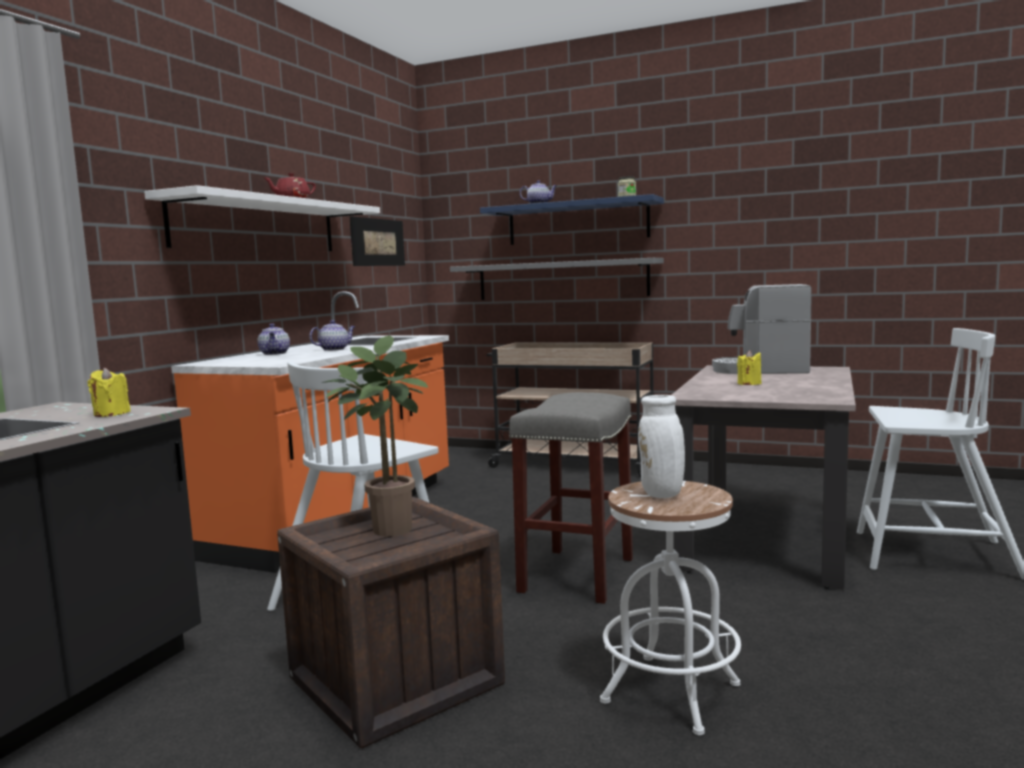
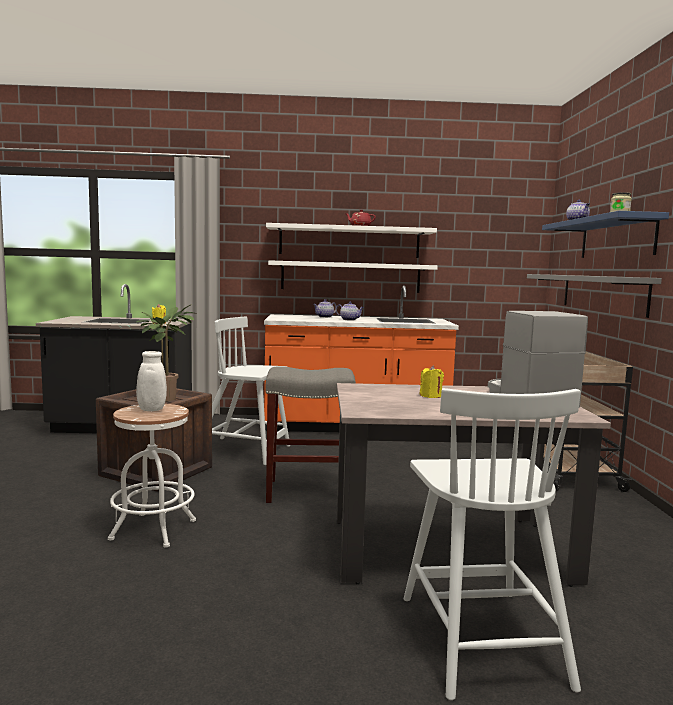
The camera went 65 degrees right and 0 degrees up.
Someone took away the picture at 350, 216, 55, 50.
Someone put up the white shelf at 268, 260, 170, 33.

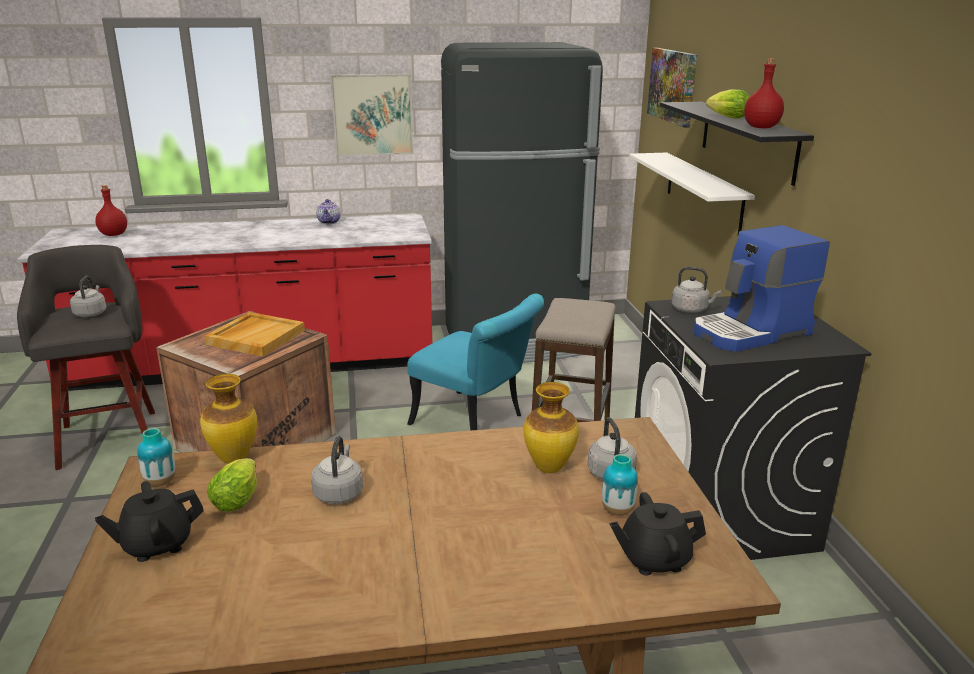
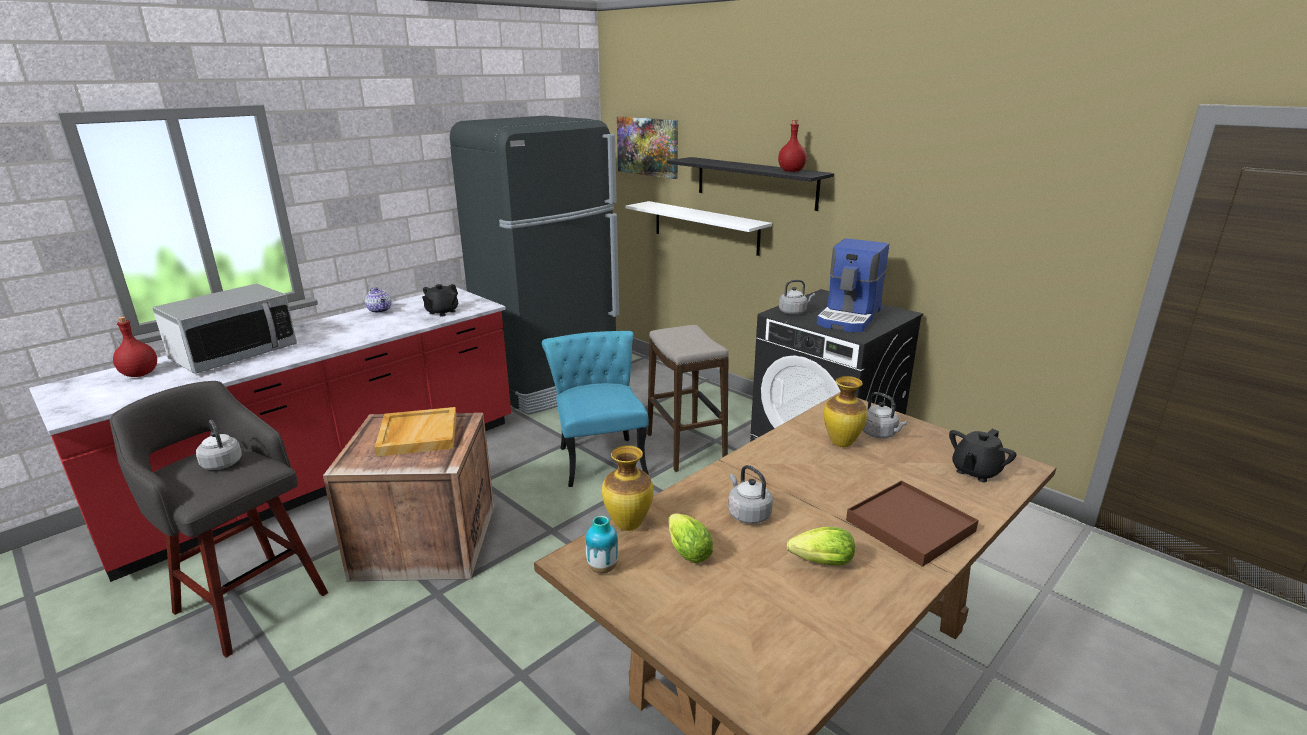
The camera went 35 degrees left and 0 degrees up.
Someone took away the picture at 330, 74, 84, 82.
Someone carried the lettuce from 706, 89, 44, 30 to 787, 527, 68, 39.
Someone rotated the turquoise chair at 407, 294, 137, 137 by 105 degrees counterclockwise.
Someone took away the vase at 602, 454, 36, 62.
Someone carried the black teapot from 95, 481, 109, 81 to 422, 284, 36, 32.
Someone put down the microwave at 152, 283, 145, 91.
Someone put down the brown tray at 846, 480, 133, 87.

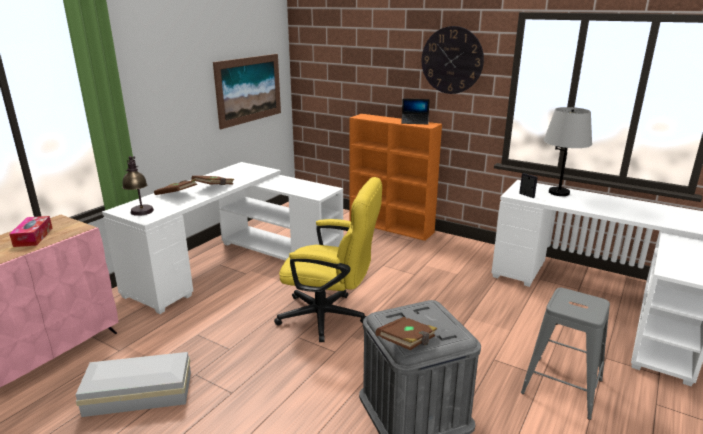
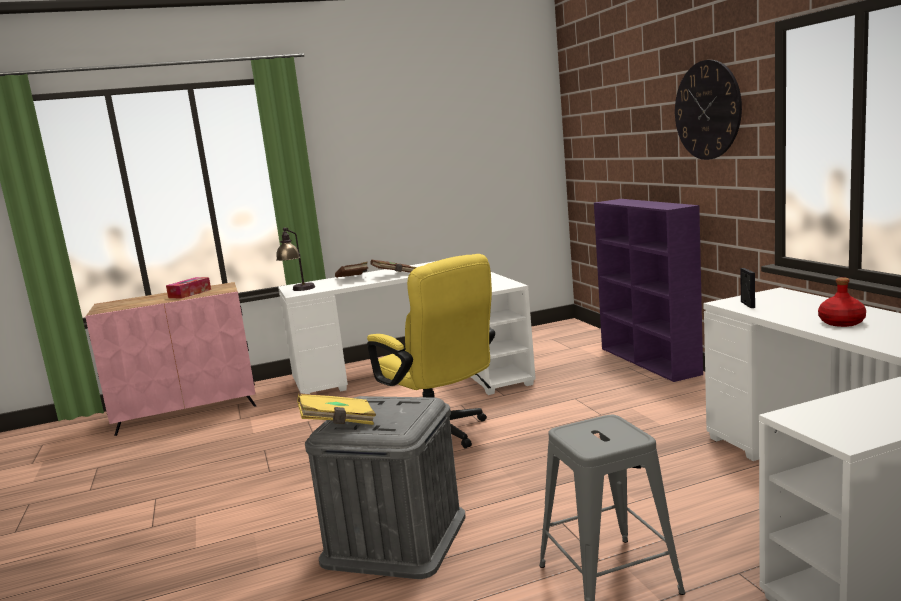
The camera went 40 degrees right and 10 degrees down.
Someone took away the picture at 213, 54, 68, 75.
Someone took away the laptop at 401, 99, 29, 25.
Someone took away the grey table lamp at 544, 107, 48, 89.
Someone repainted the orange bookcase at 349, 114, 93, 127, which became the purple bookcase at 594, 199, 109, 183.
Someone repainted the brown book at 375, 317, 62, 33, which became the yellow book at 297, 393, 79, 32.
Someone took away the white storage box at 76, 352, 115, 65.
Someone put down the red bottle at 818, 277, 48, 50.

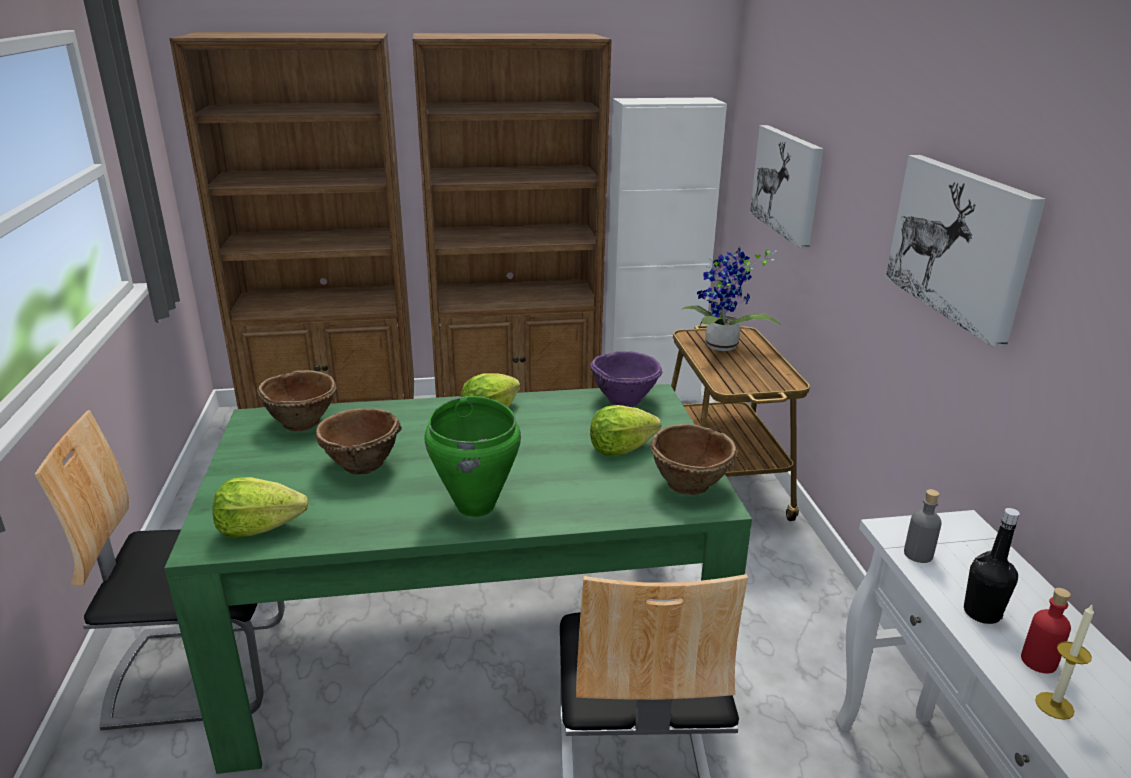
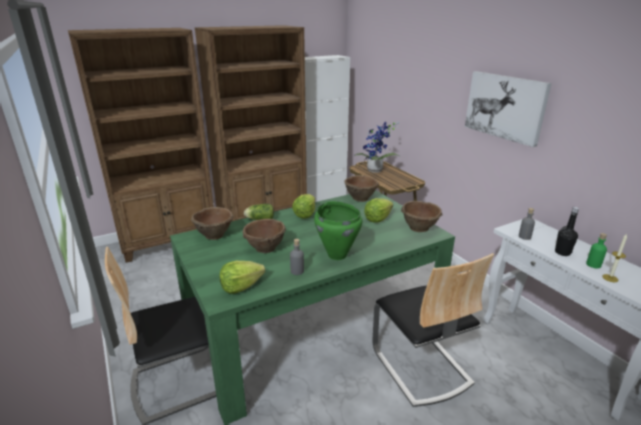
The camera went 20 degrees left and 0 degrees up.
Someone took away the picture at 750, 125, 74, 124.
Someone repainted the purple bowl at 590, 351, 72, 56, which became the brown bowl at 344, 175, 35, 27.
Someone repainted the red bottle at 1021, 588, 50, 85, which became the green bottle at 586, 233, 21, 35.
Someone put down the lettuce at 244, 204, 30, 16.
Someone put down the grey bottle at 290, 239, 14, 36.

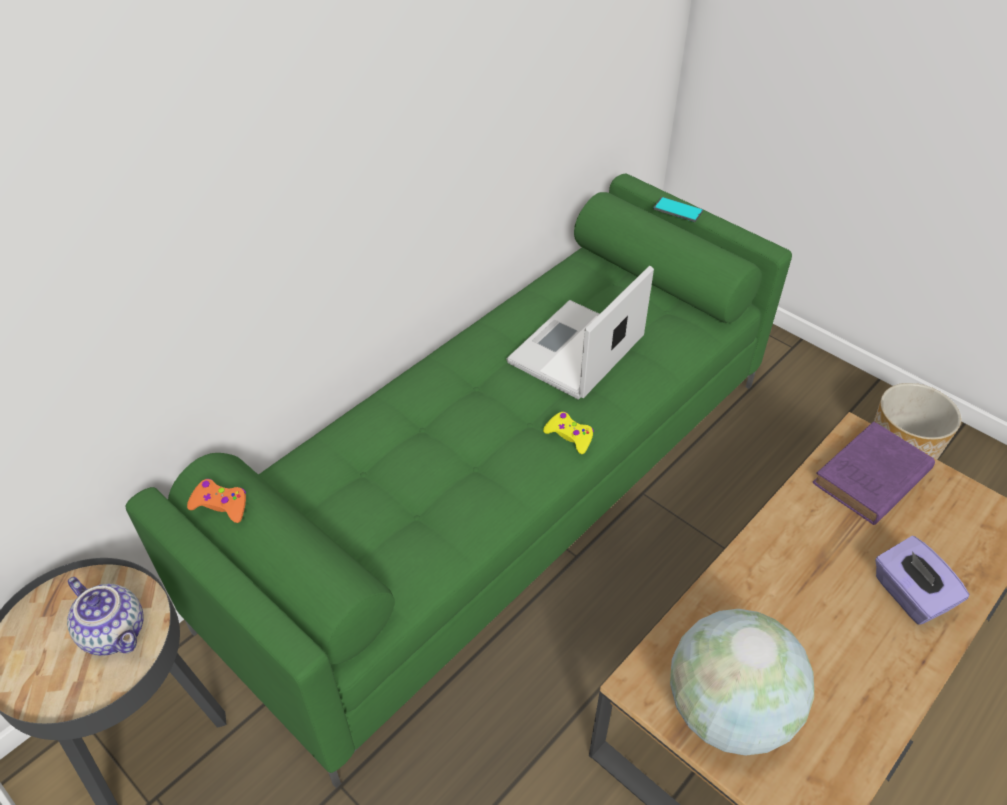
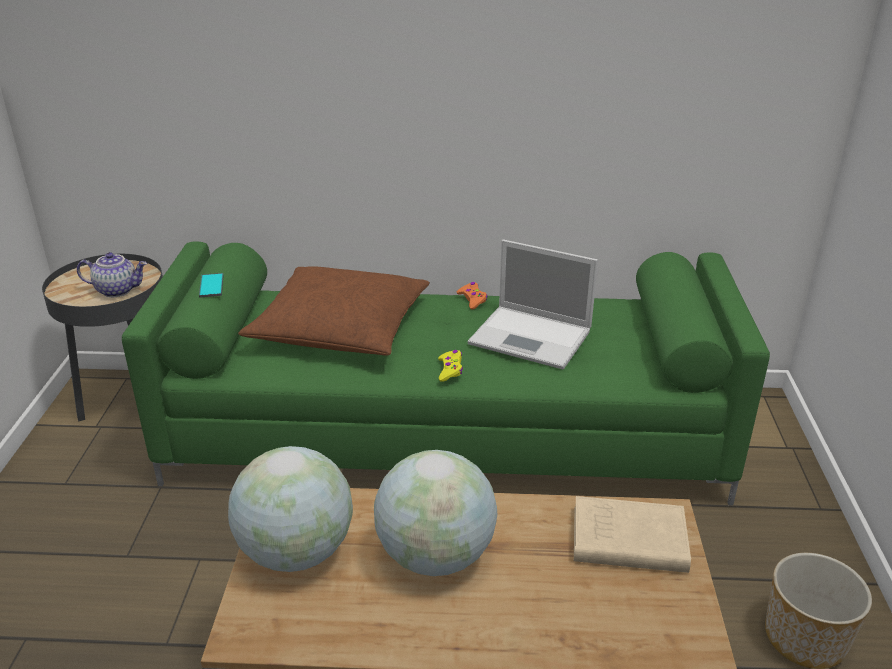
The camera went 50 degrees right and 15 degrees down.
Someone carried the phone from 653, 197, 50, 25 to 199, 273, 25, 25.
Someone rotated the laptop at 507, 266, 147, 134 by 150 degrees counterclockwise.
Someone repainted the purple book at 812, 422, 123, 103, which became the beige book at 574, 496, 117, 77.
Someone carried the orange game controller from 187, 479, 59, 44 to 457, 282, 30, 27.
Someone took away the purple tissue box at 875, 536, 94, 89.
Someone rotated the teapot at 67, 577, 76, 79 by 90 degrees counterclockwise.
Someone put down the brown pillow at 238, 266, 192, 89.
Someone put down the globe at 374, 450, 123, 126.

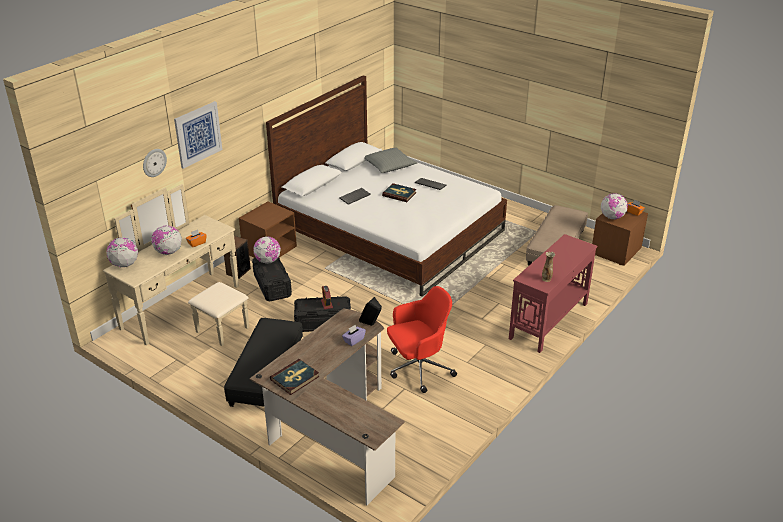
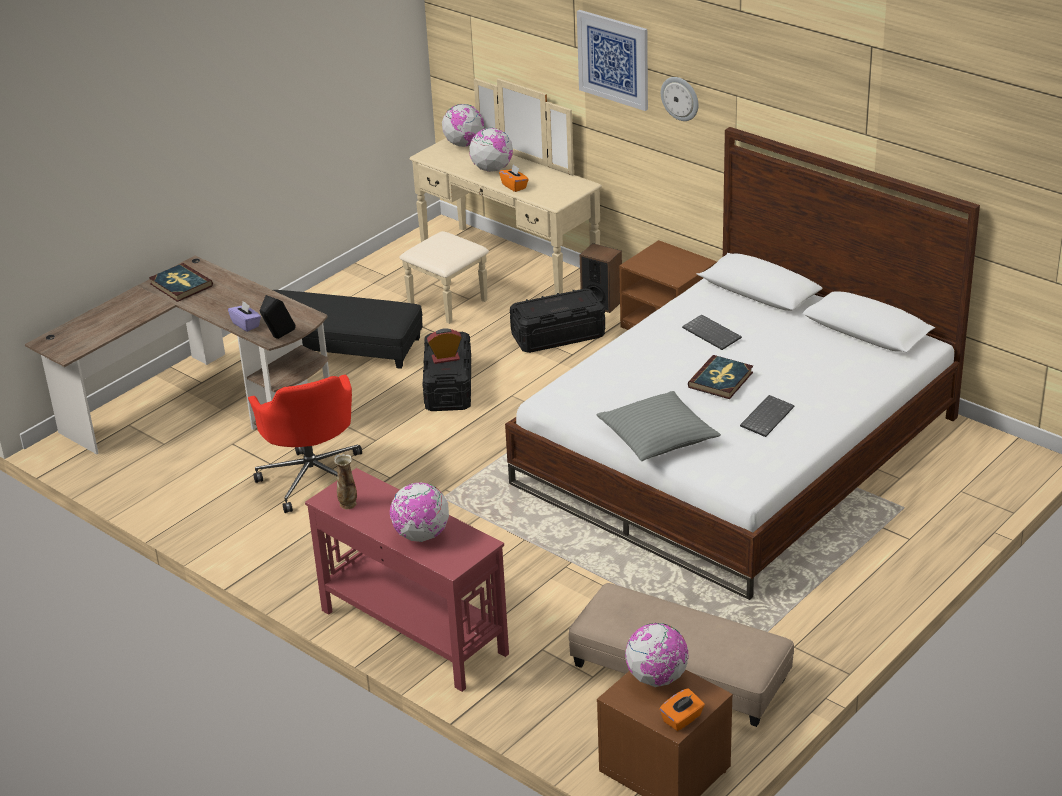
The camera went 95 degrees right and 0 degrees up.
Someone carried the grey pillow from 365, 147, 52, 26 to 597, 391, 124, 70.
Someone carried the wall clock from 143, 149, 24, 28 to 661, 77, 37, 44.
Someone carried the globe from 253, 237, 28, 27 to 390, 483, 59, 59.

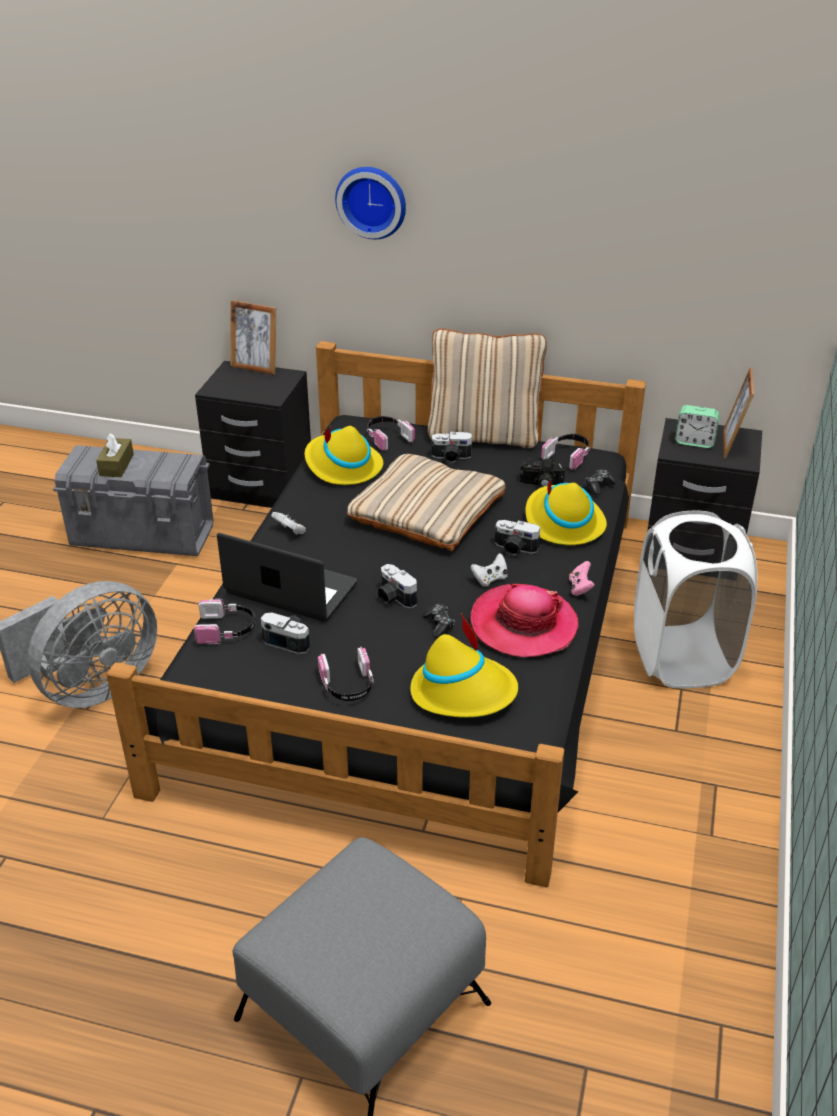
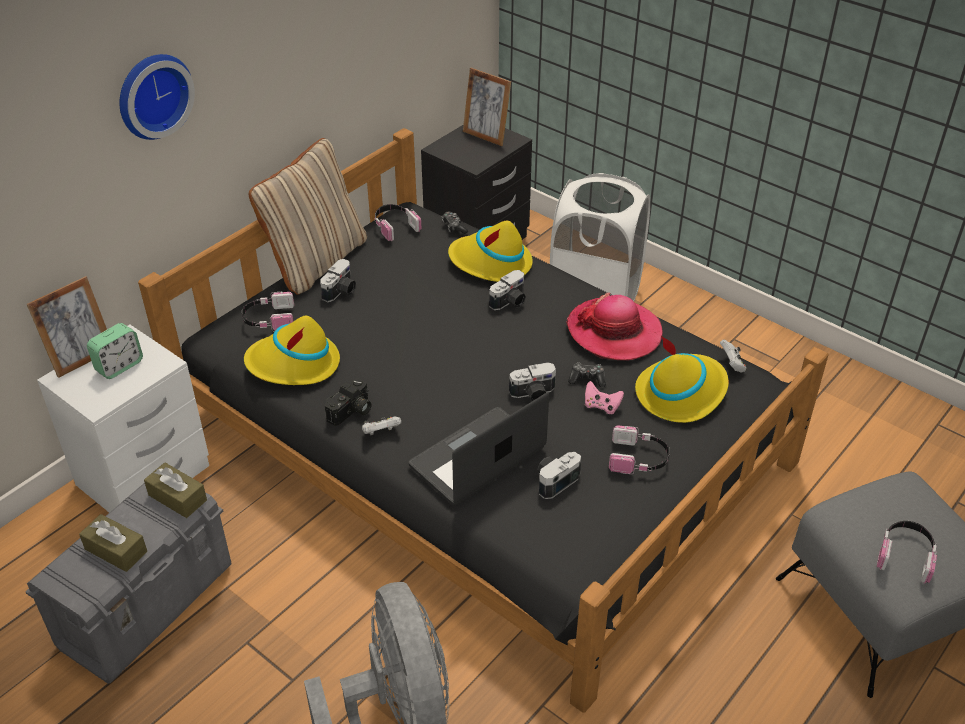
The camera went 65 degrees left and 5 degrees up.
Someone repainted the black nightstand at 195, 361, 116, 147, which became the white nightstand at 37, 324, 172, 189.
Someone carried the alarm clock from 675, 405, 45, 43 to 87, 323, 56, 56.
Someone took away the beige pillow at 347, 454, 159, 97.
Someone carried the photo camera from 520, 458, 45, 30 to 325, 379, 47, 47.
Someone carried the white game controller from 471, 553, 37, 34 to 720, 340, 26, 33.
Someone carried the pink game controller from 569, 561, 26, 35 to 585, 381, 39, 33.
Someone carried the headphones from 194, 599, 61, 45 to 877, 521, 60, 63.
Someone put down the brown tissue box at 144, 463, 63, 55.

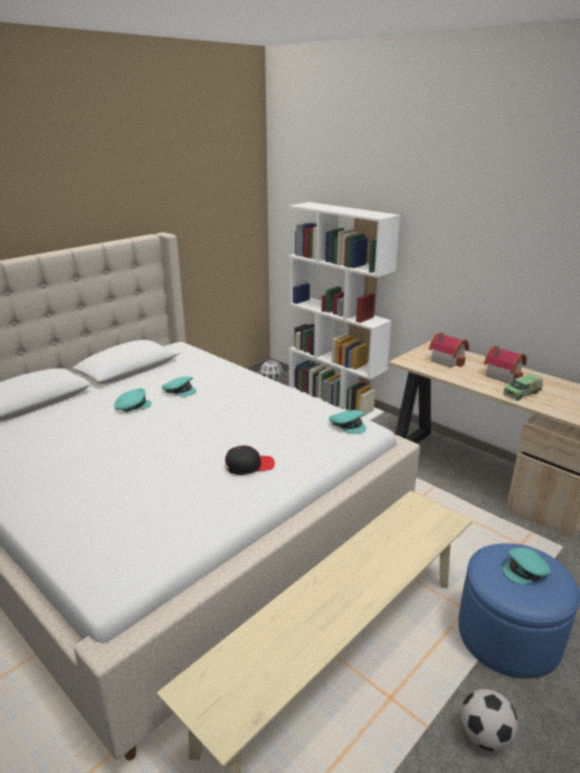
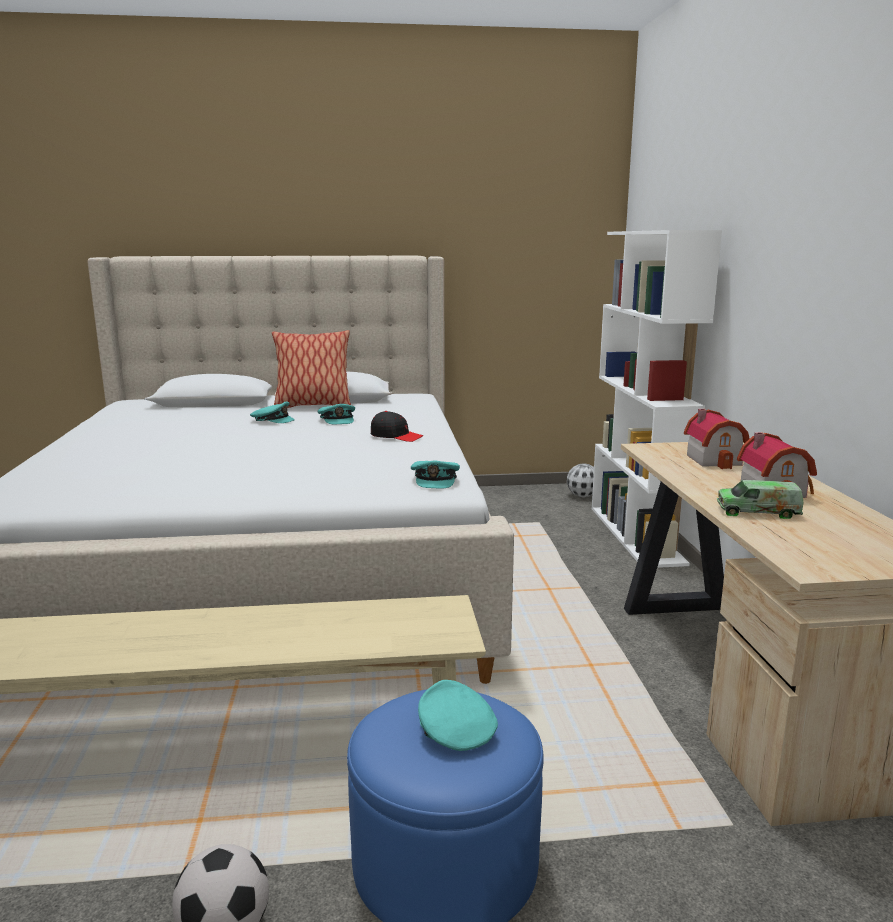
The camera went 40 degrees right and 10 degrees down.
Someone carried the black cap from 225, 445, 50, 30 to 371, 411, 52, 31.
Someone rotated the turquoise cap at 503, 548, 48, 36 by 45 degrees clockwise.
Someone put down the pillow at 272, 330, 79, 78.

